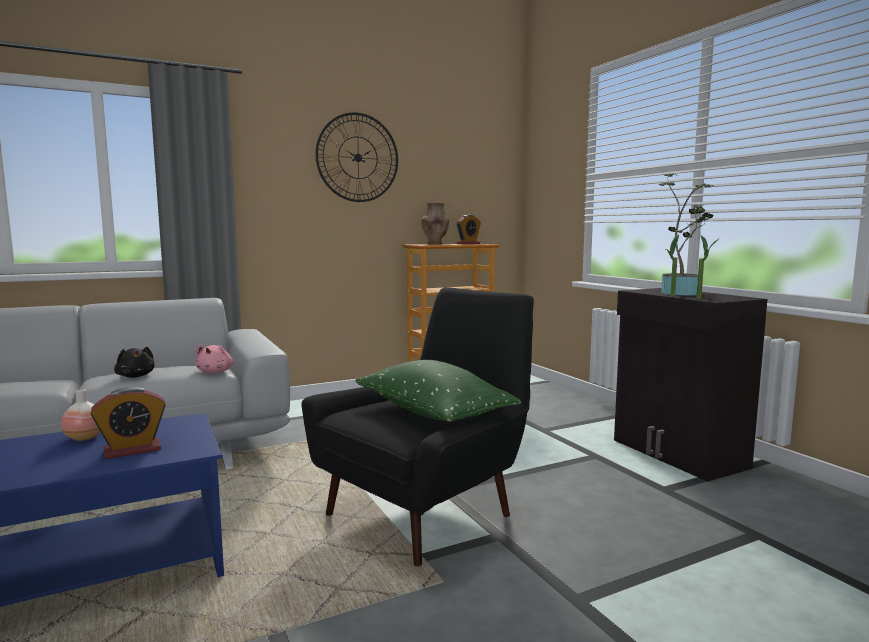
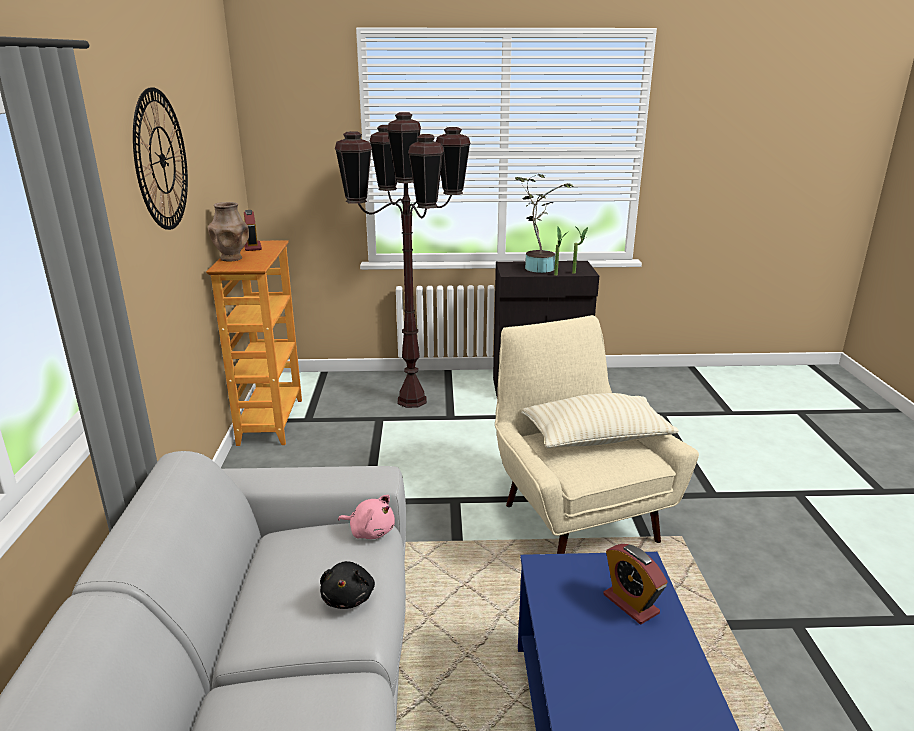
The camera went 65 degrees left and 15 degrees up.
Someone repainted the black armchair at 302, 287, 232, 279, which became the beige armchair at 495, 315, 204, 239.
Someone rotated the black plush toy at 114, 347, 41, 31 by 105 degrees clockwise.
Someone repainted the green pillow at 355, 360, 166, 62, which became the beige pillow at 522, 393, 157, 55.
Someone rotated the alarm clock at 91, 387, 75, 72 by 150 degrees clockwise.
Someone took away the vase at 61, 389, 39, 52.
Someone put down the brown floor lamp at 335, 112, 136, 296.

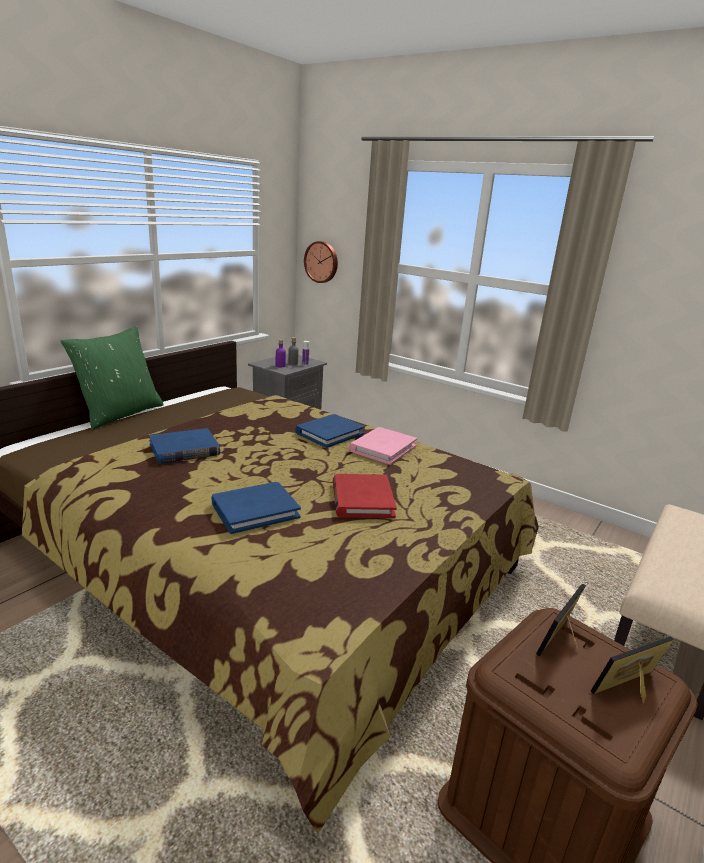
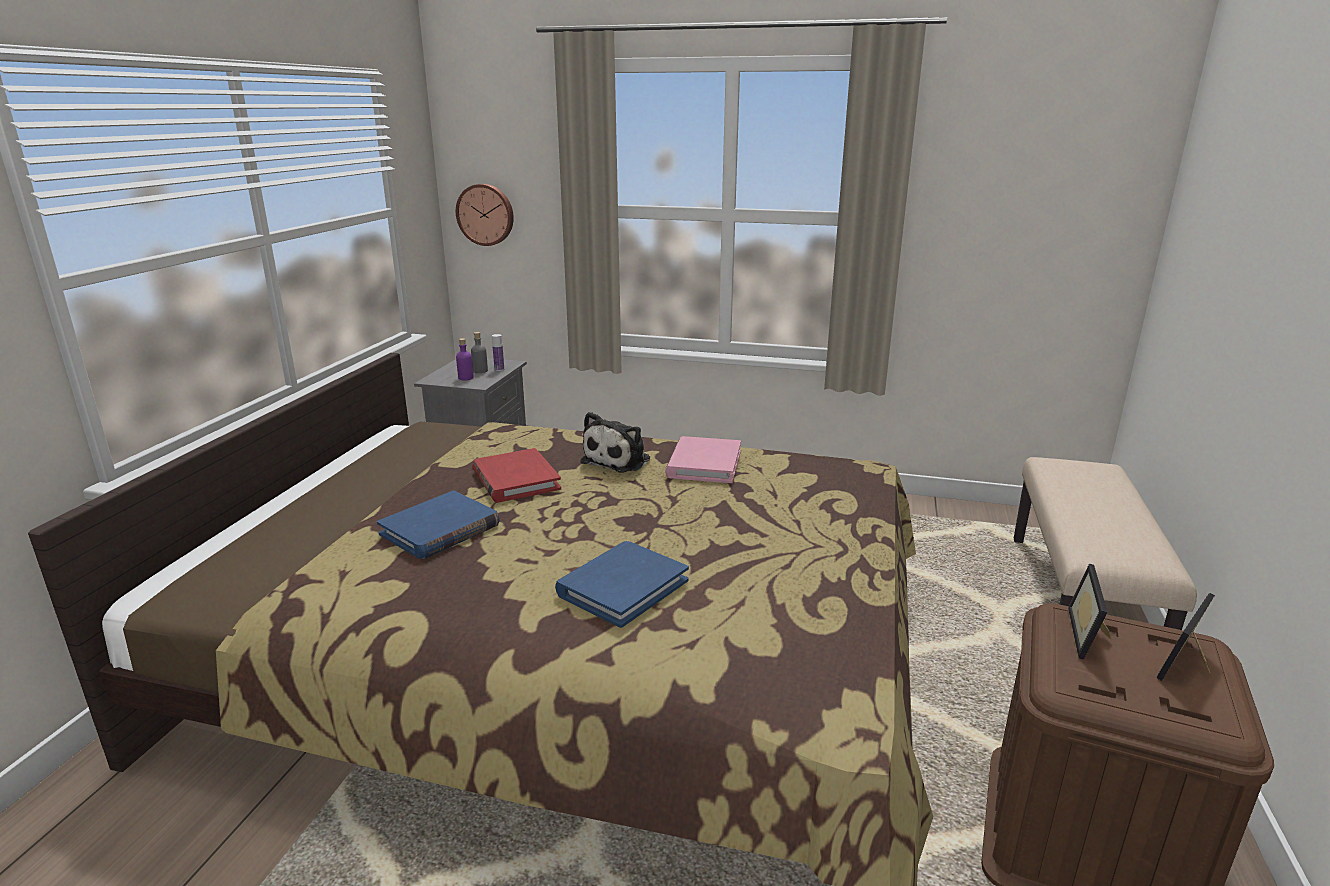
The camera went 20 degrees left and 0 degrees up.
Someone took away the green pillow at 61, 326, 103, 104.
Someone swapped the blue book at 296, 414, 69, 34 for the plush toy at 580, 412, 70, 61.
Someone carried the red book from 333, 474, 64, 44 to 472, 448, 89, 55.

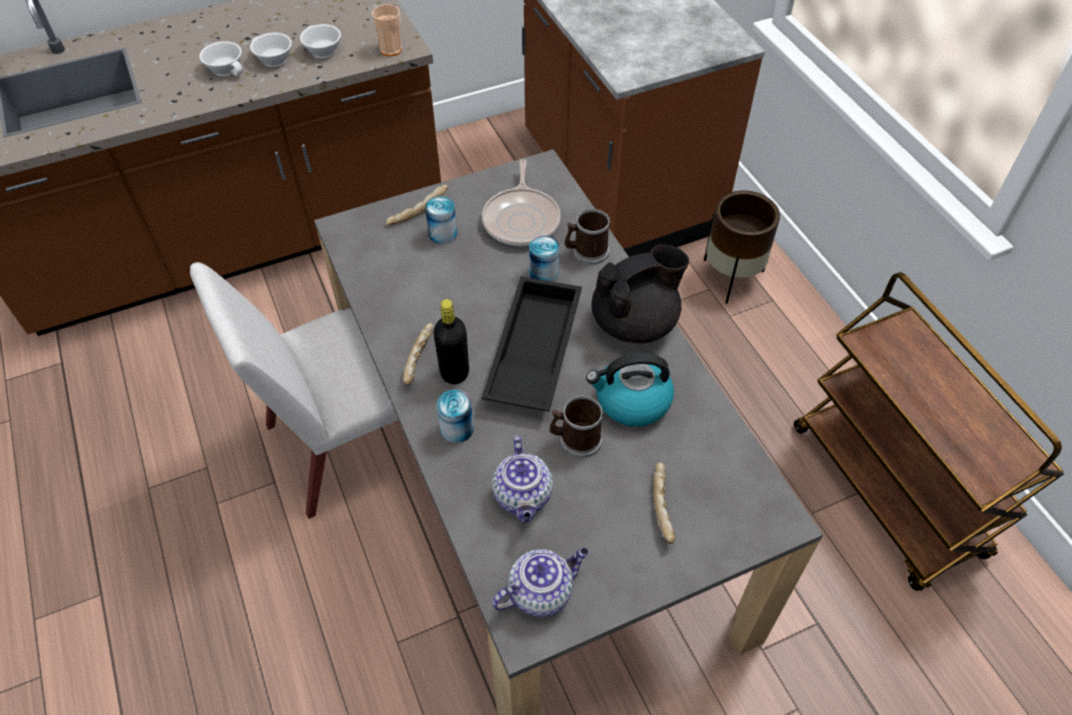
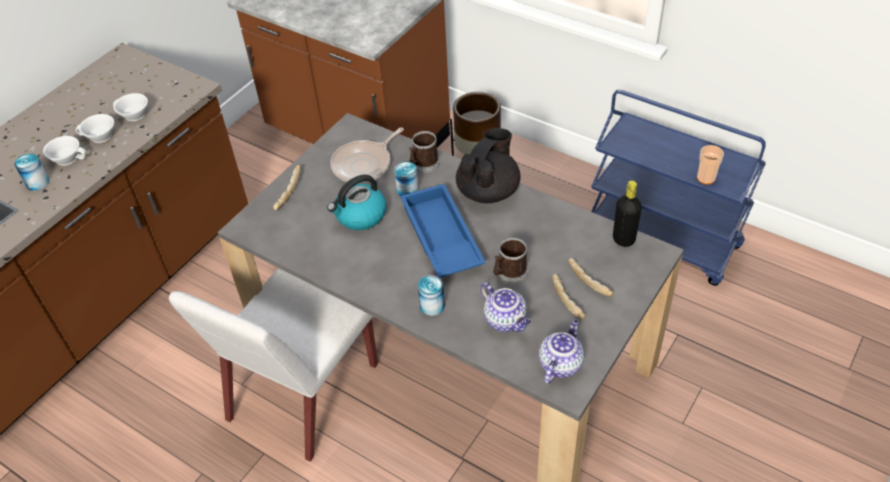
The camera went 30 degrees left and 5 degrees down.
Someone carried the cup from 372, 4, 30, 52 to 697, 145, 27, 39.
Someone rotated the frying pan at 482, 159, 79, 87 by 75 degrees clockwise.
Someone carried the can from 425, 196, 32, 48 to 14, 153, 35, 38.
Someone repainted the brown cart at 794, 272, 270, 319, which became the blue cart at 591, 89, 175, 197.
Someone repainted the black tray at 482, 276, 100, 136, which became the blue tray at 400, 184, 86, 94.
Someone carried the black bottle from 433, 299, 36, 85 to 613, 180, 29, 67.
Someone carried the bread from 403, 323, 31, 63 to 552, 274, 34, 45.
Someone carried the kettle from 586, 353, 88, 74 to 327, 174, 60, 56.

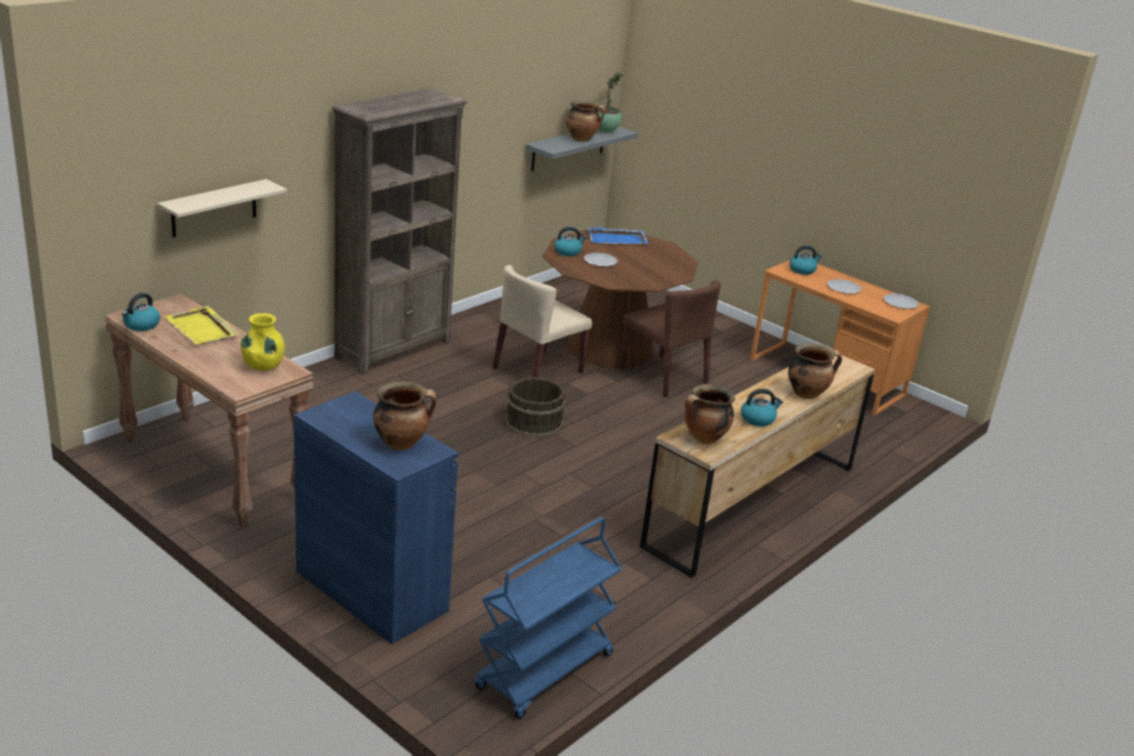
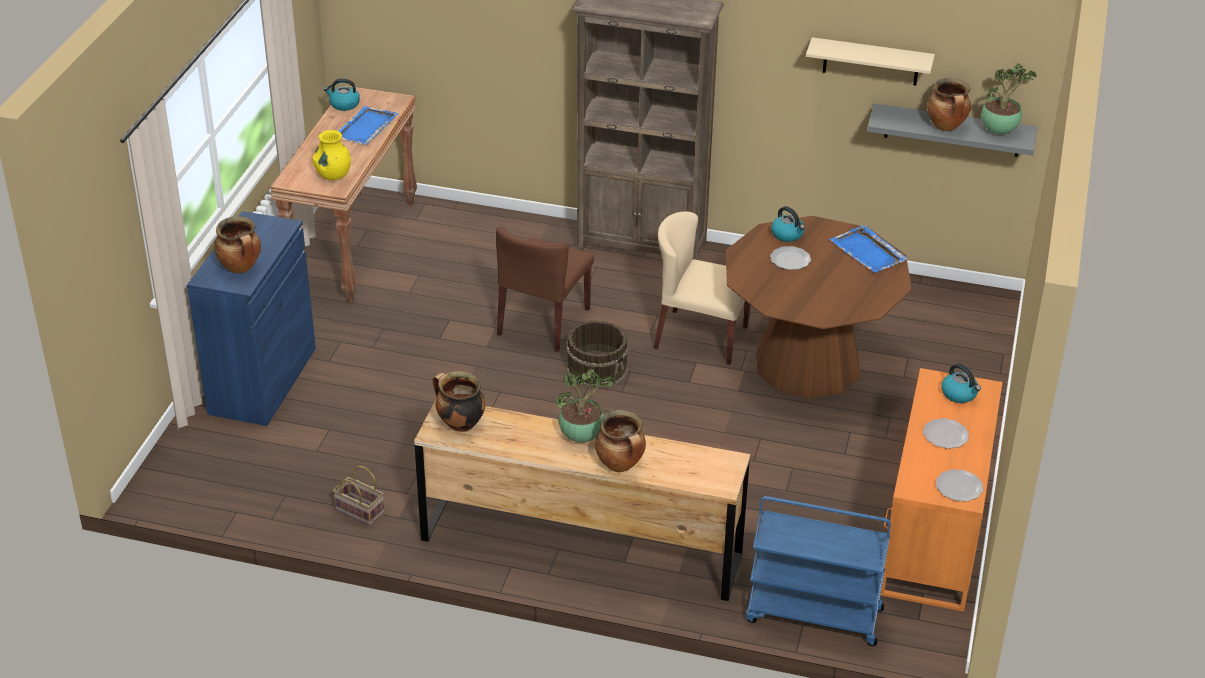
The camera went 65 degrees right and 10 degrees up.
Someone carried the beige shelf from 157, 179, 130, 58 to 806, 37, 129, 49.
Someone carried the brown chair from 620, 280, 101, 118 to 496, 226, 98, 126.
Someone repainted the yellow tray at 164, 306, 76, 39, which became the blue tray at 338, 106, 61, 39.
Someone took away the kettle at 741, 389, 42, 37.
Someone carried the blue cart from 474, 517, 148, 202 to 746, 496, 145, 150.
Someone put down the potted plant at 555, 369, 59, 74.
Someone put down the basket at 333, 466, 51, 60.

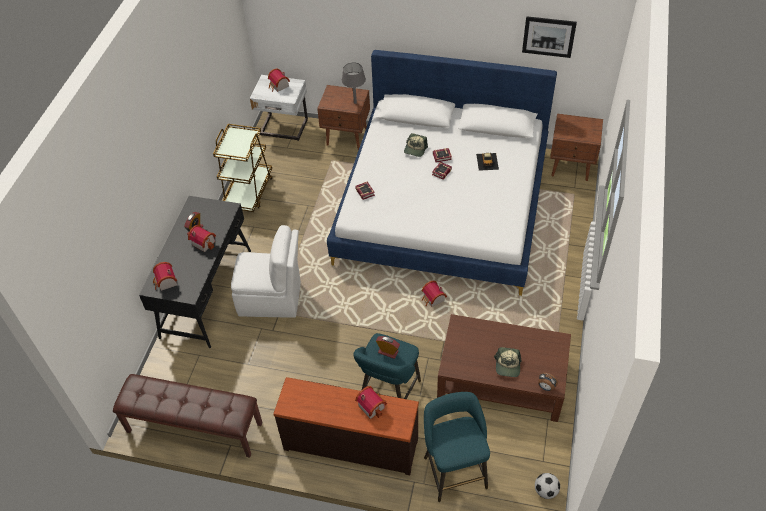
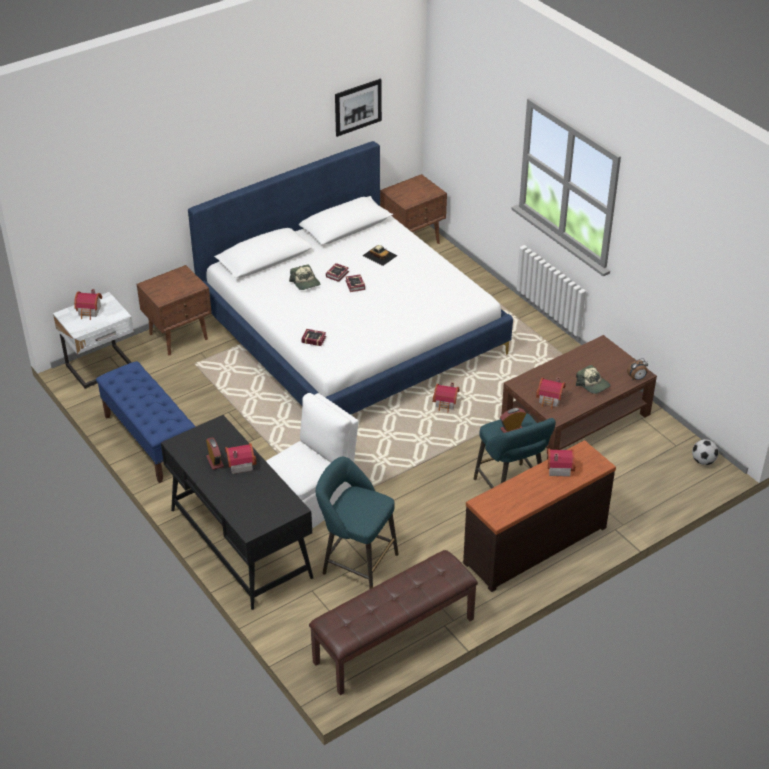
The camera went 50 degrees left and 10 degrees down.
Someone took away the grey table lamp at 342, 62, 24, 42.
Someone swapped the brown cart at 213, 124, 60, 88 for the blue bench at 96, 361, 99, 122.
Someone carried the toy house from 153, 262, 24, 29 to 536, 377, 29, 32.
Someone carried the turquoise stool from 424, 392, 66, 110 to 316, 457, 83, 132.

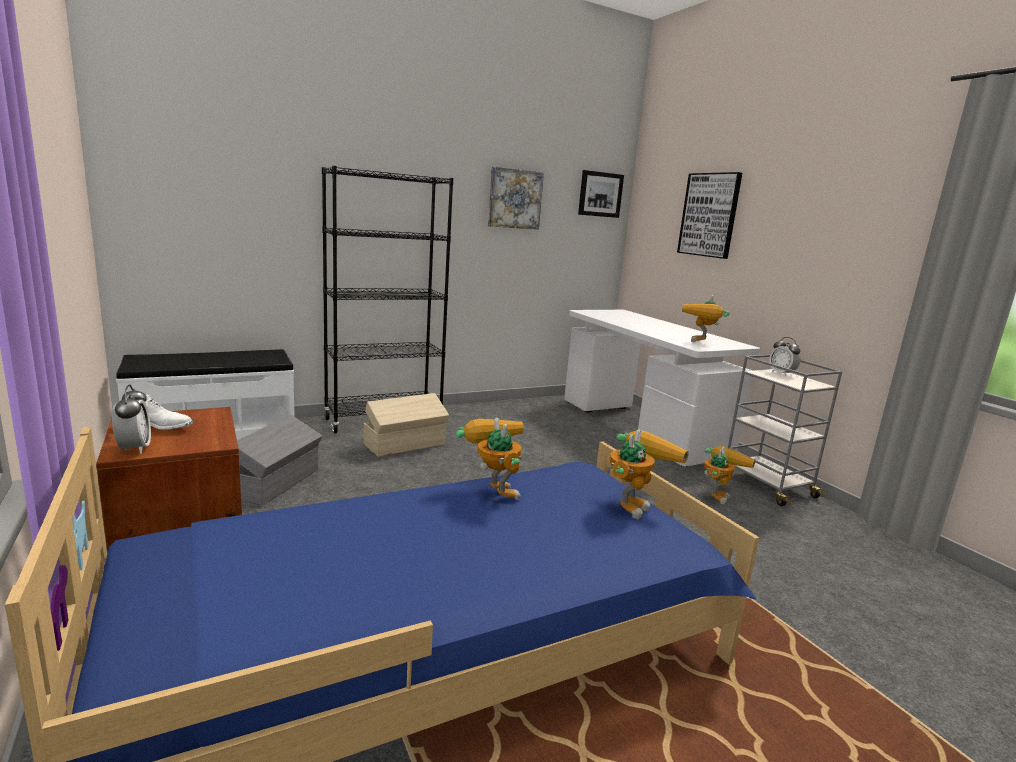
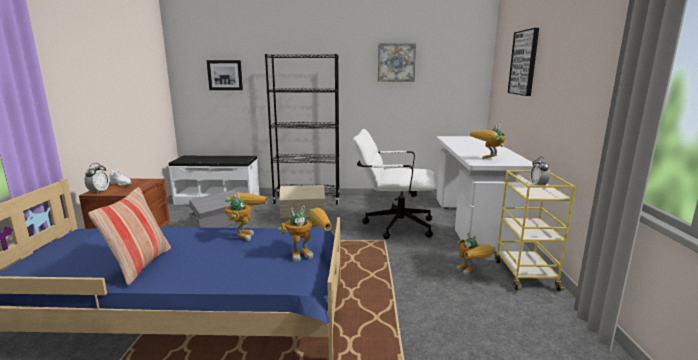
The camera went 30 degrees right and 0 degrees up.
Someone carried the picture from 578, 170, 46, 48 to 207, 60, 36, 30.
Someone repainted the grey cart at 728, 355, 114, 151, which became the yellow cart at 495, 170, 80, 121.
Someone rotated the toy robot at 704, 446, 51, 59 by 90 degrees clockwise.
Someone put down the white office chair at 353, 129, 82, 110.
Someone put down the pillow at 88, 187, 83, 98.

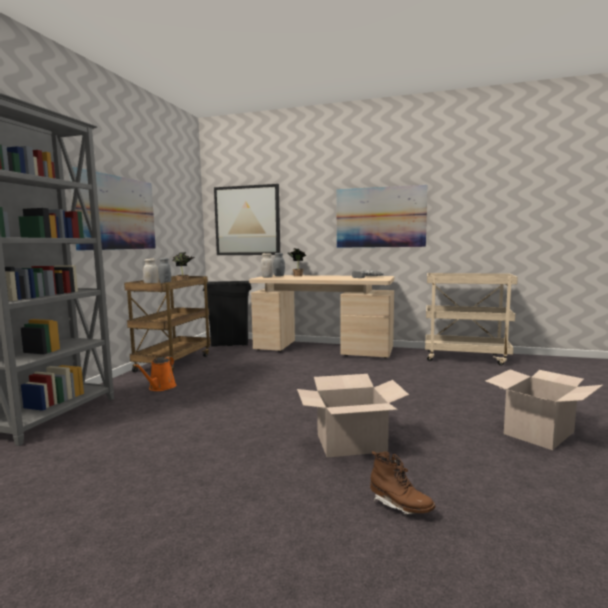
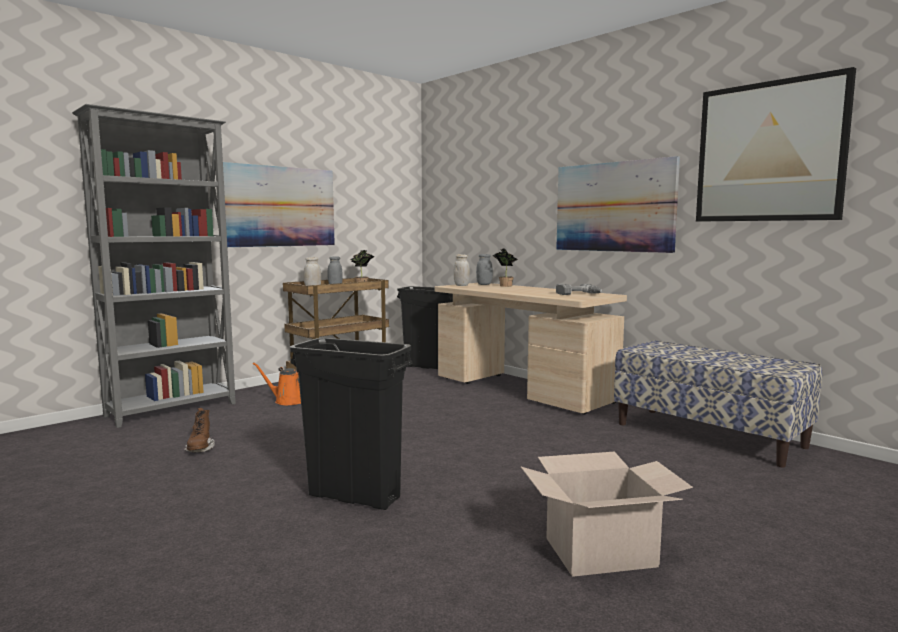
The camera went 30 degrees right and 0 degrees up.
Someone carried the picture from 214, 184, 66, 71 to 696, 67, 160, 155.
Someone swapped the beige cart at 425, 273, 93, 93 for the bench at 614, 341, 208, 127.
Someone rotated the orange watering can at 135, 356, 41, 35 by 60 degrees clockwise.
Someone swapped the cardboard box at 297, 374, 112, 83 for the black trash can at 290, 338, 122, 172.
Someone carried the brown boot from 370, 451, 65, 63 to 184, 408, 31, 45.

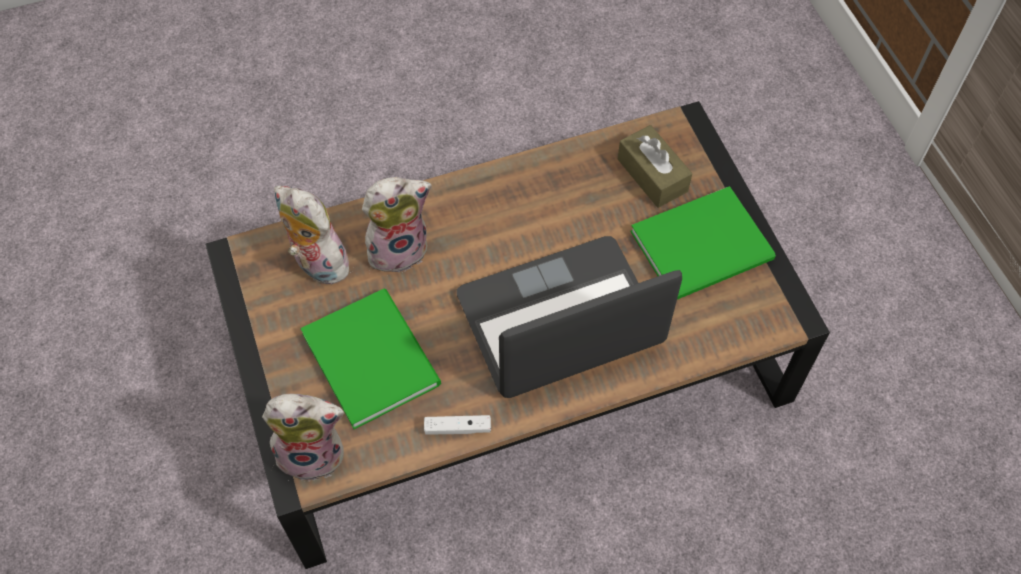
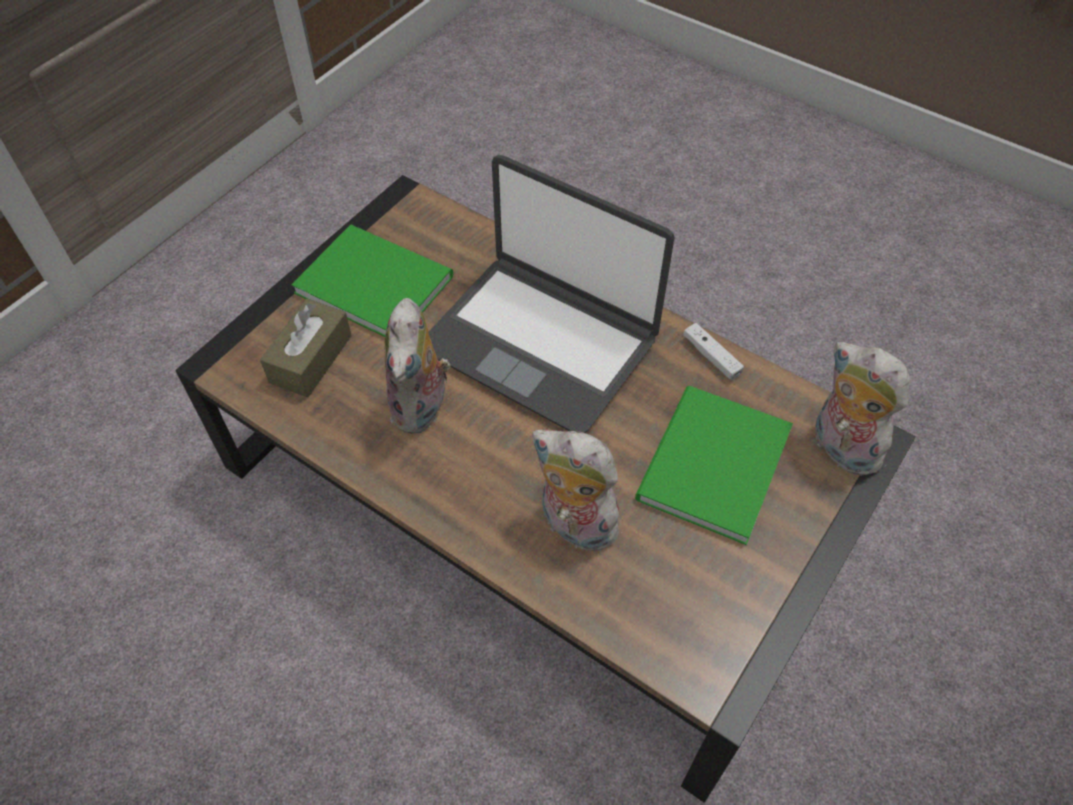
The camera went 125 degrees left and 5 degrees down.
Someone carried the plush toy from 274, 186, 77, 99 to 384, 298, 66, 136.

